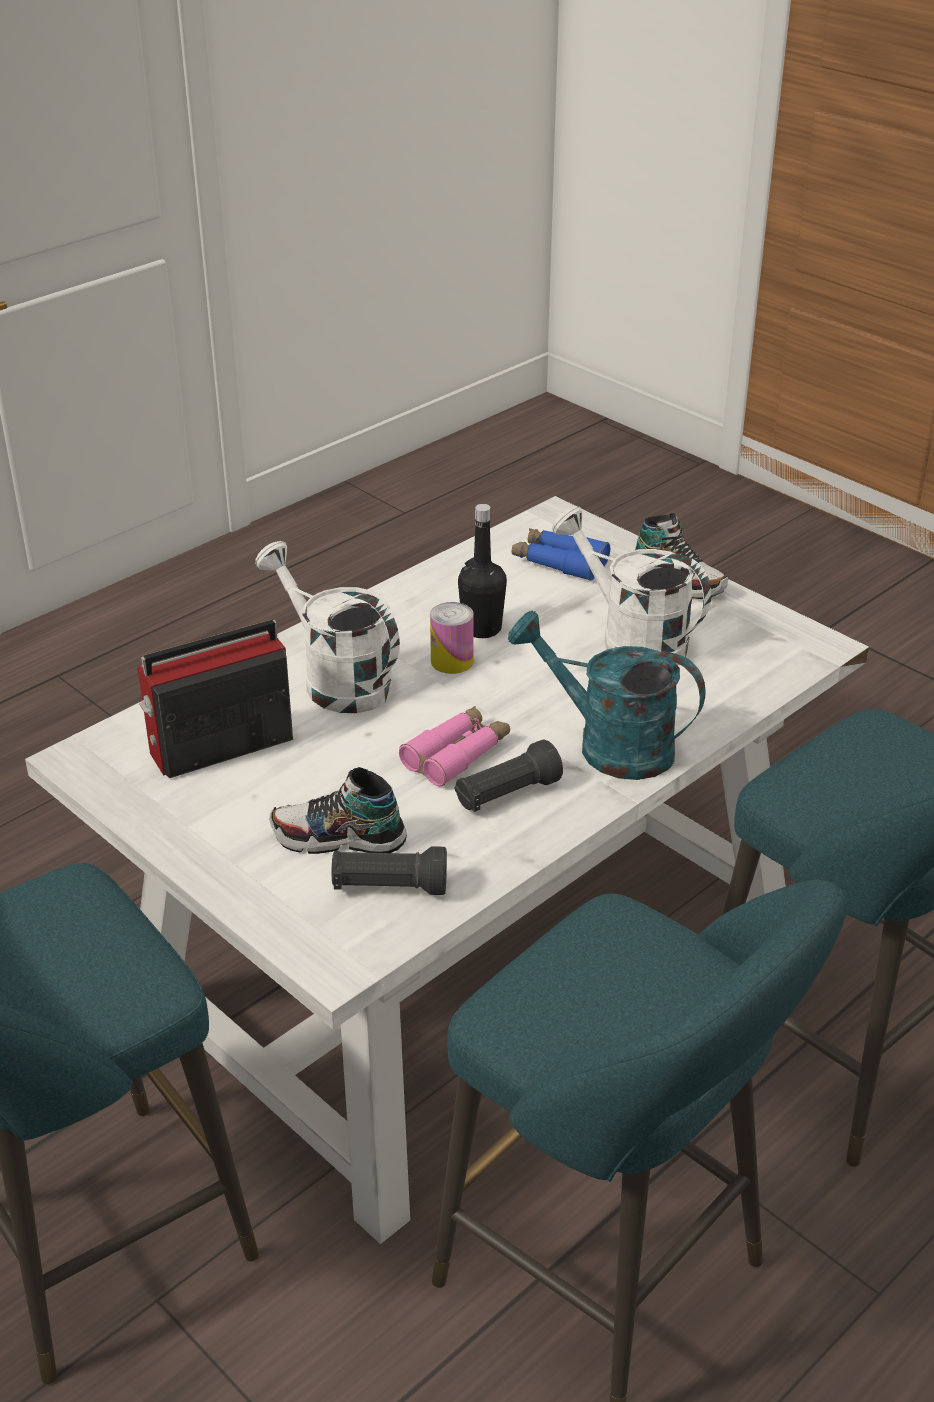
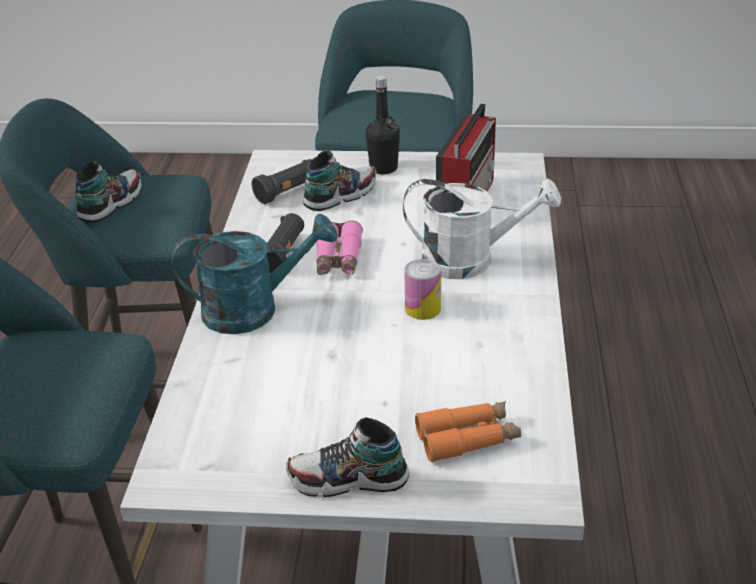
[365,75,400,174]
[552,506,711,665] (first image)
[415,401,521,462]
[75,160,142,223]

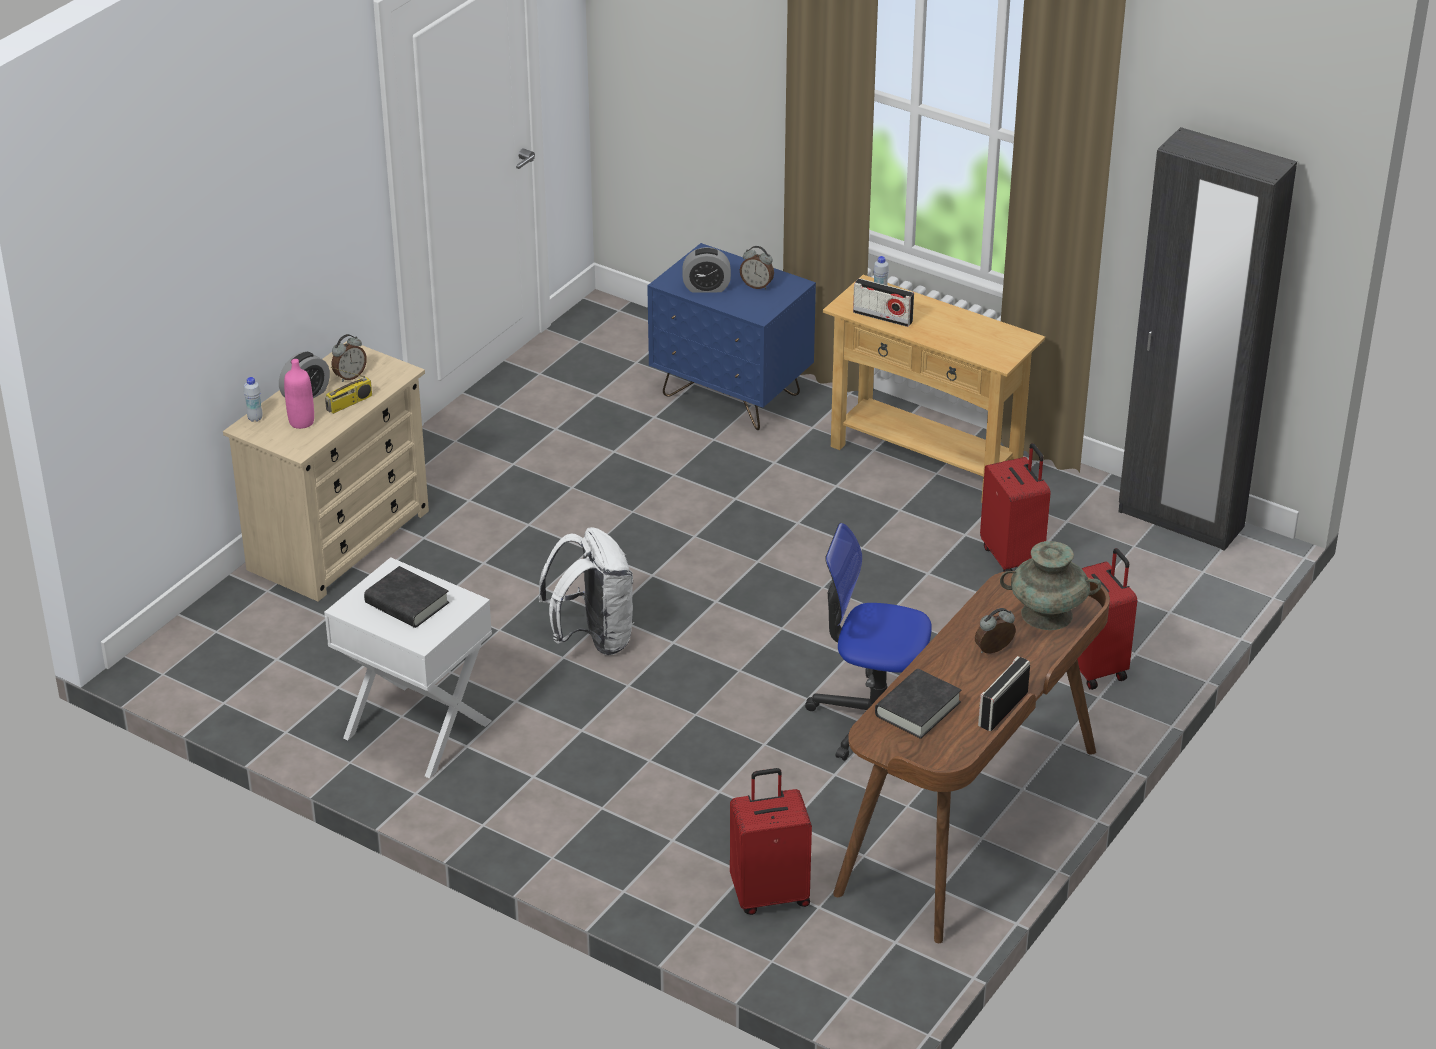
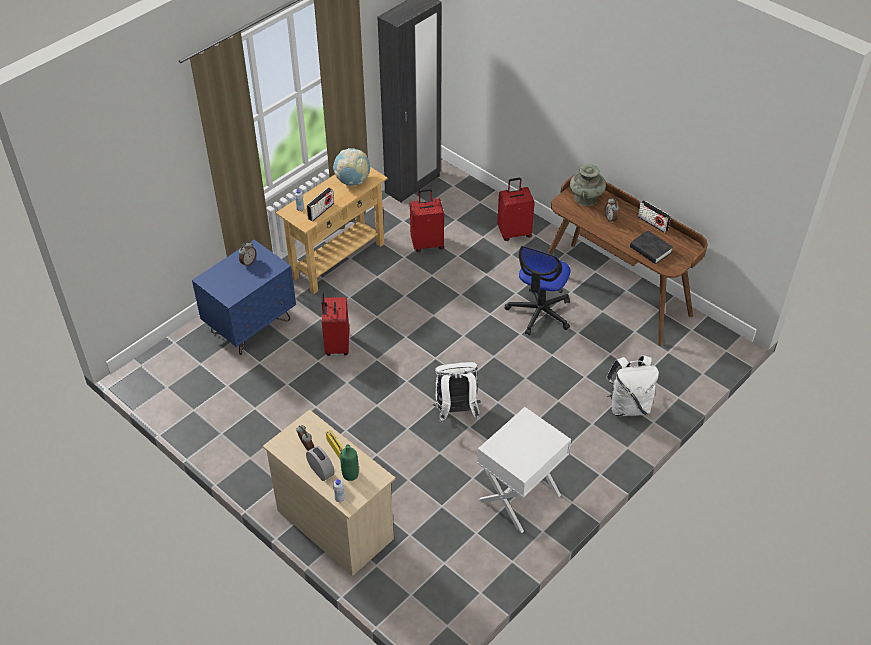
[682,247,731,293] (first image)
[340,445,359,481]
[364,566,449,628] (first image)
[321,293,349,356]
[333,148,370,186]
[606,355,659,417]

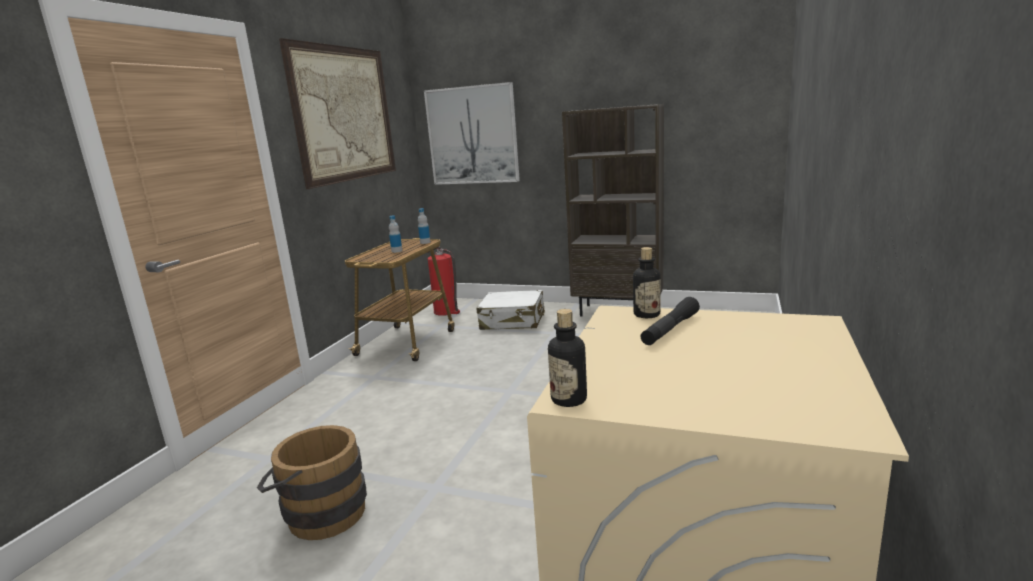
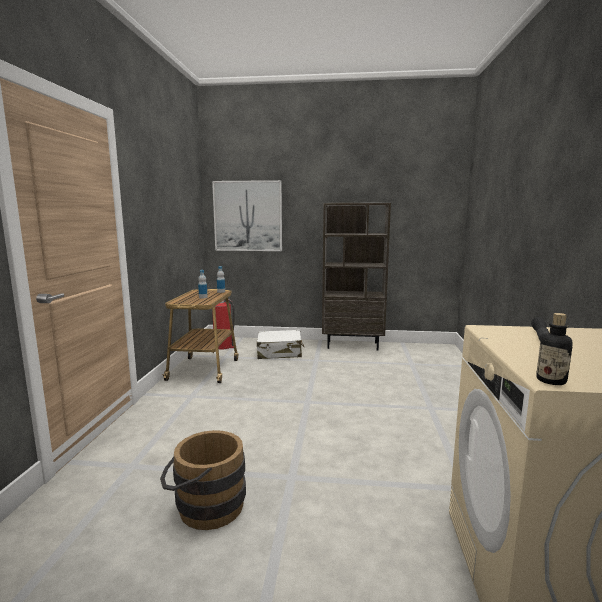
[279,38,396,189] (first image)
[633,247,660,318] (first image)

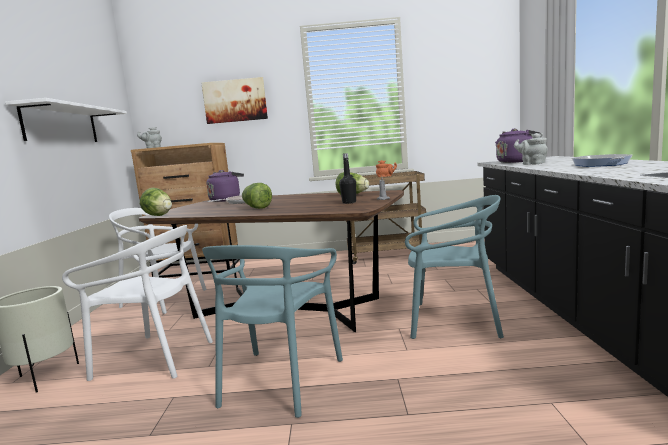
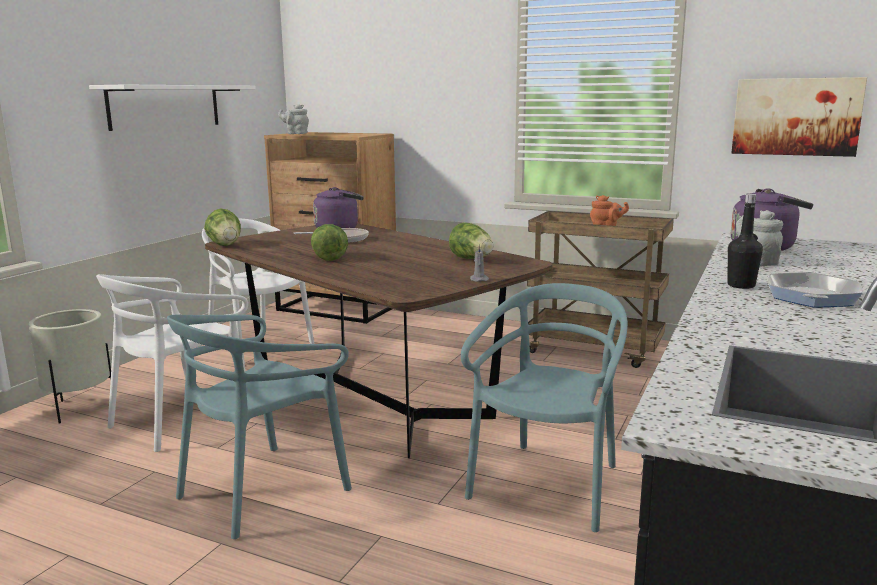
[731,77,867,157]
[727,194,763,289]
[461,283,628,532]
[96,274,248,452]

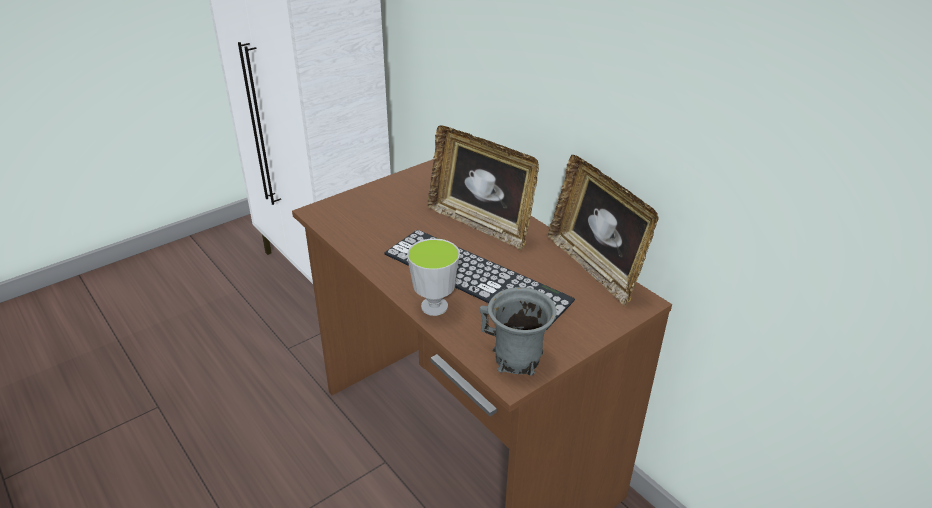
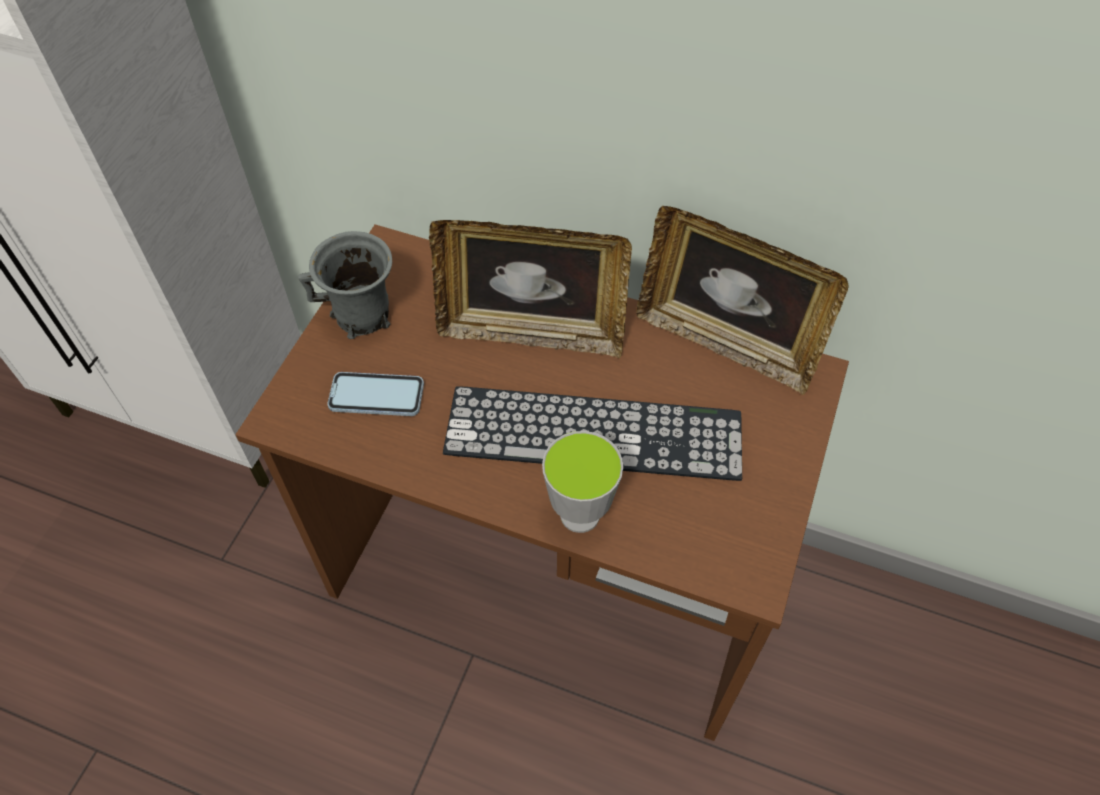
[298,231,392,339]
[327,372,424,416]

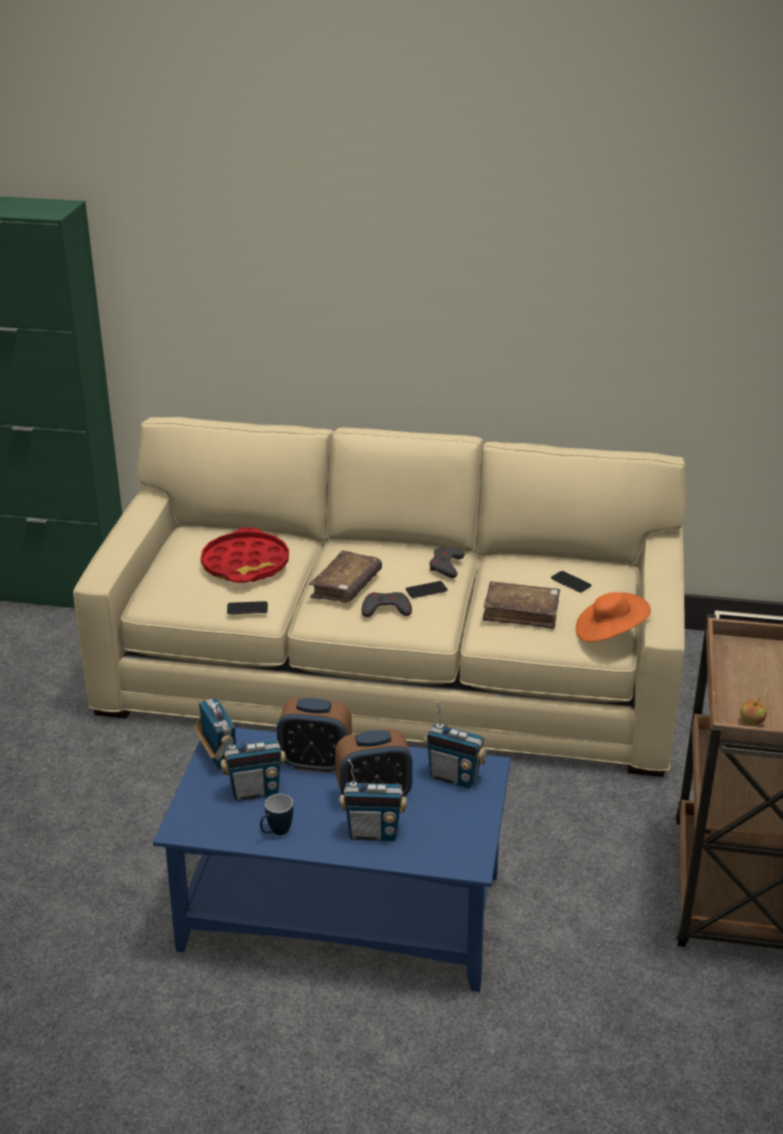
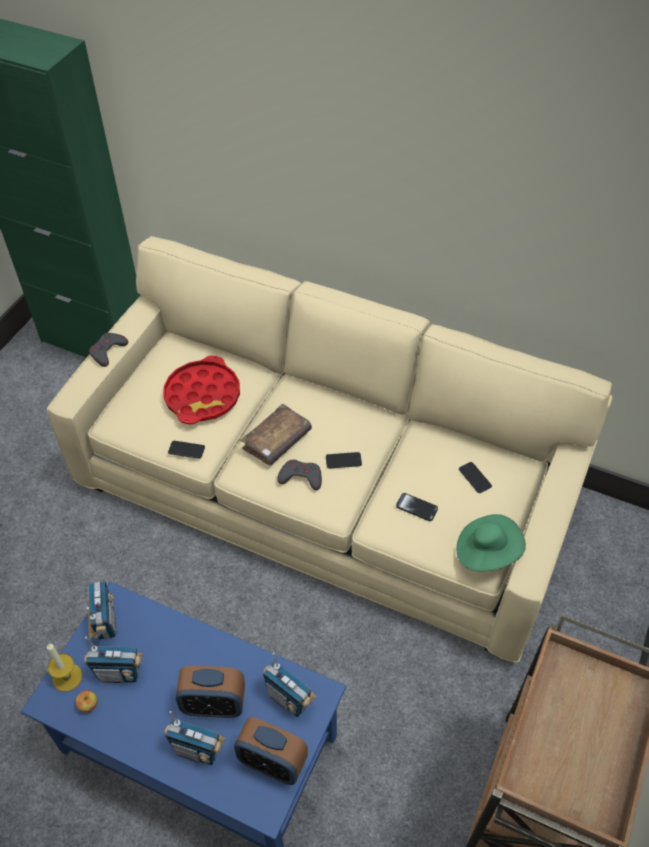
[89,333,128,367]
[396,493,438,521]
[456,514,526,571]
[234,717,308,785]
[76,690,98,713]
[260,794,293,835] (first image)
[47,643,82,692]

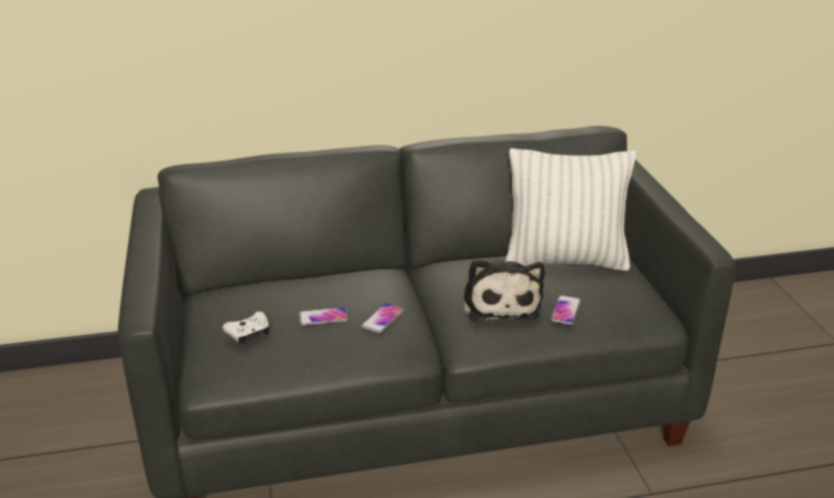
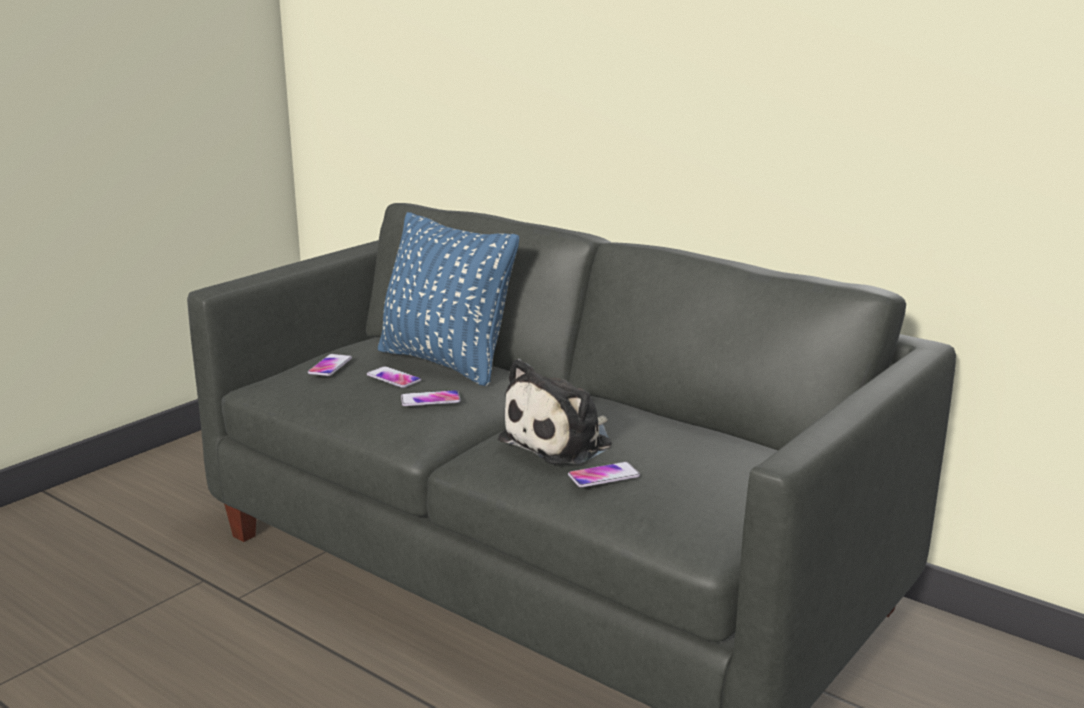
[505,148,636,271] (first image)
[308,354,352,376]
[378,212,519,386]

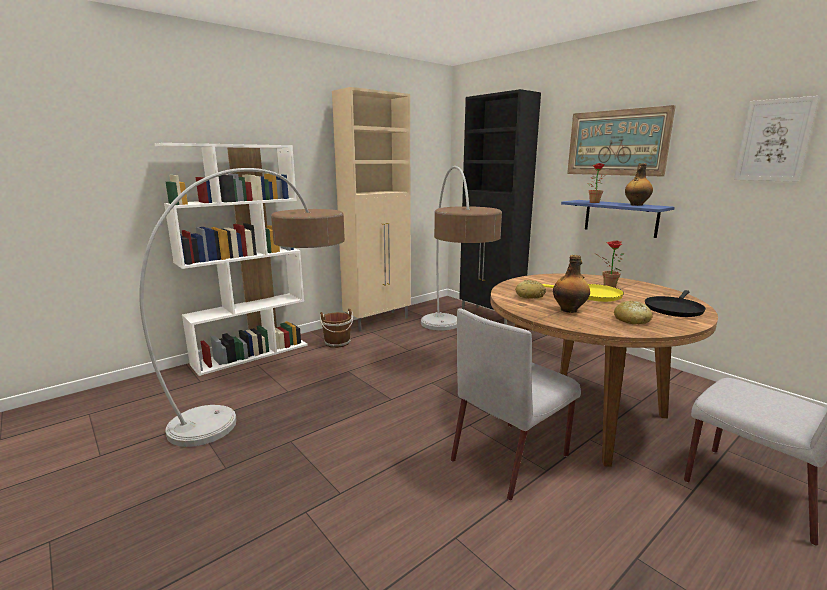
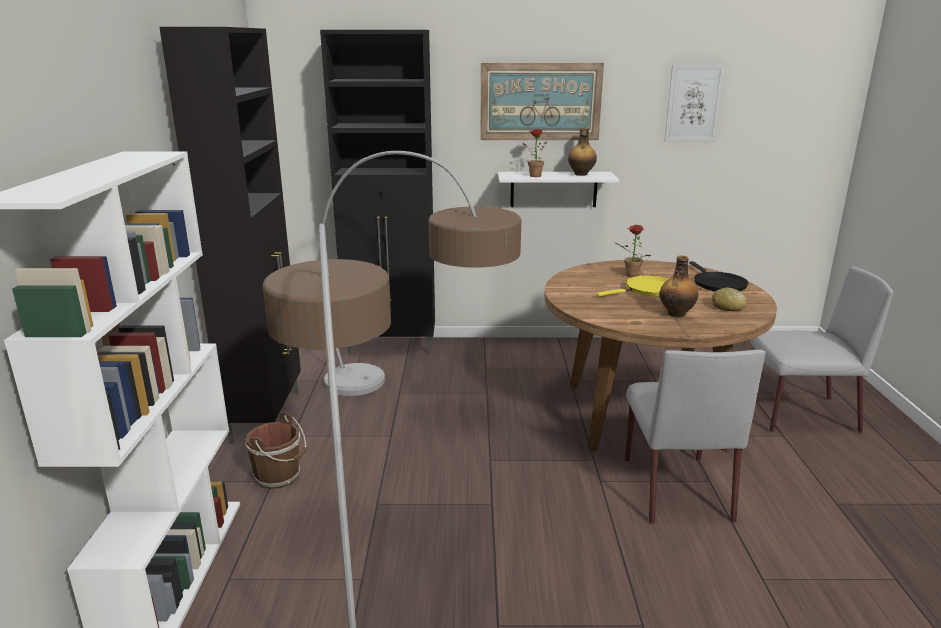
[159,27,301,444]
[498,172,619,207]
[515,280,546,299] (first image)

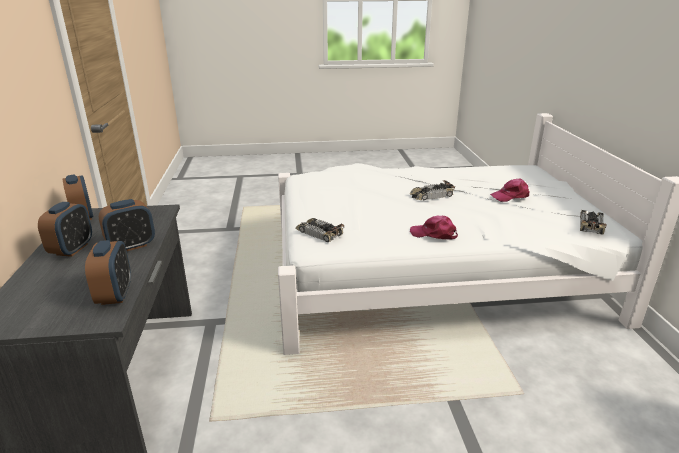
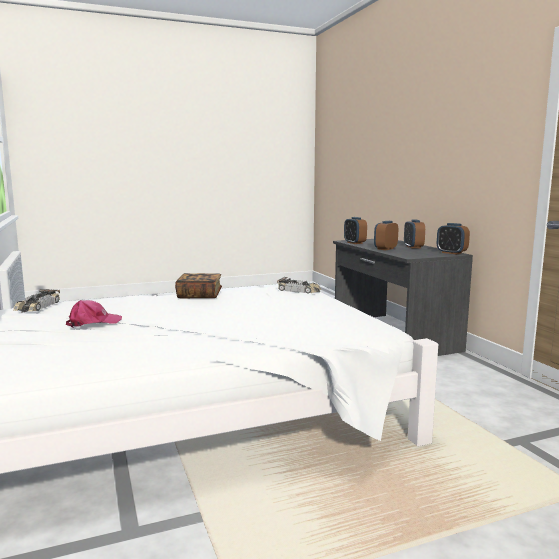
[409,180,455,200] (first image)
[175,273,222,299]

